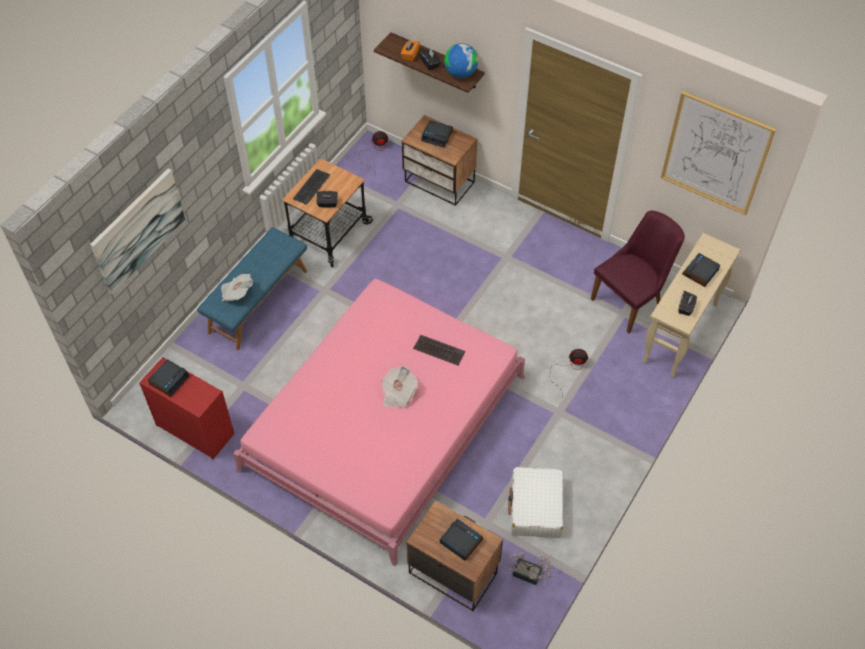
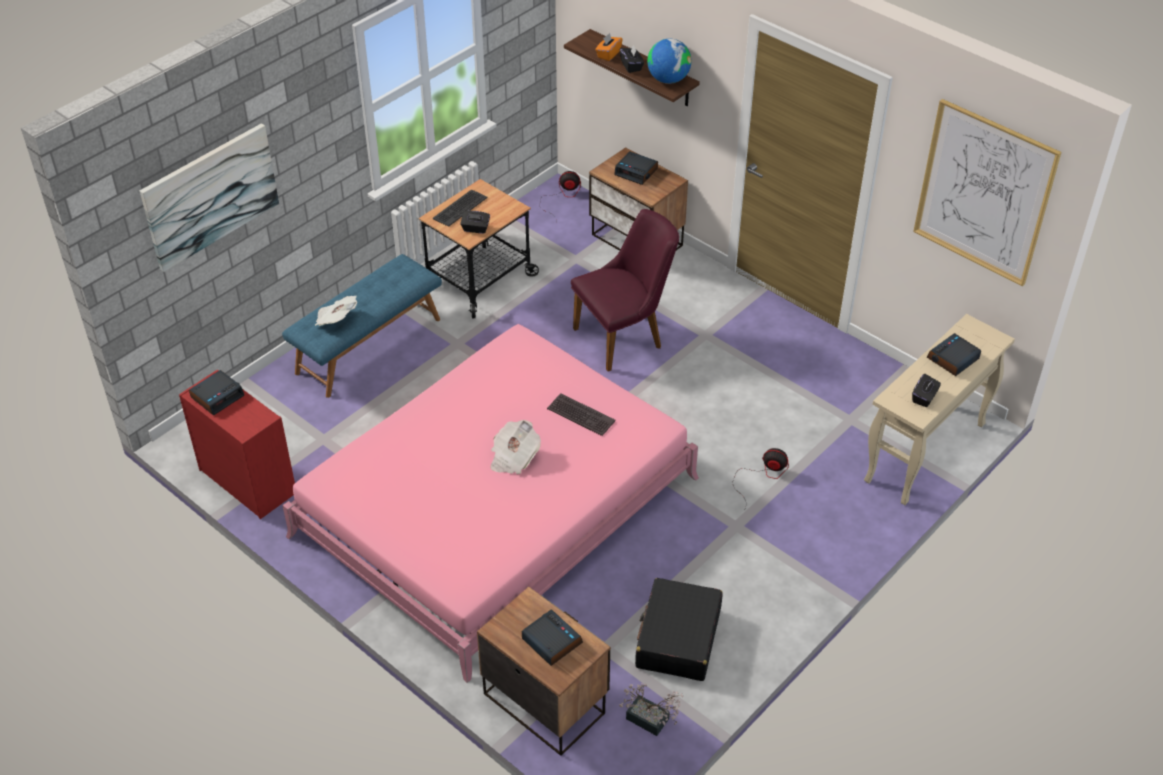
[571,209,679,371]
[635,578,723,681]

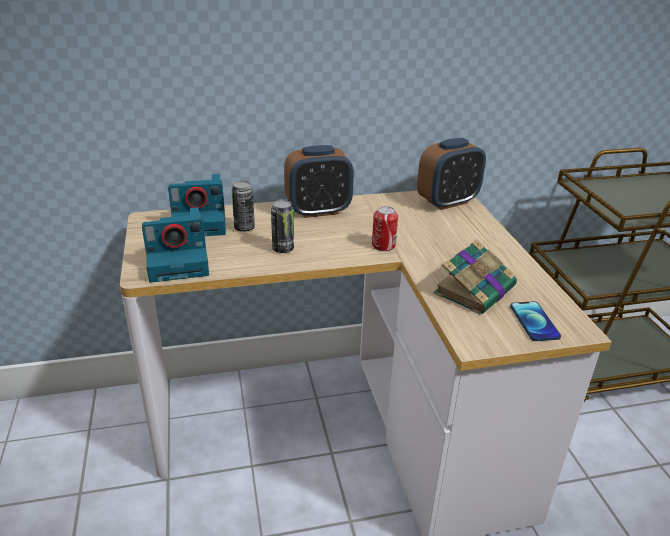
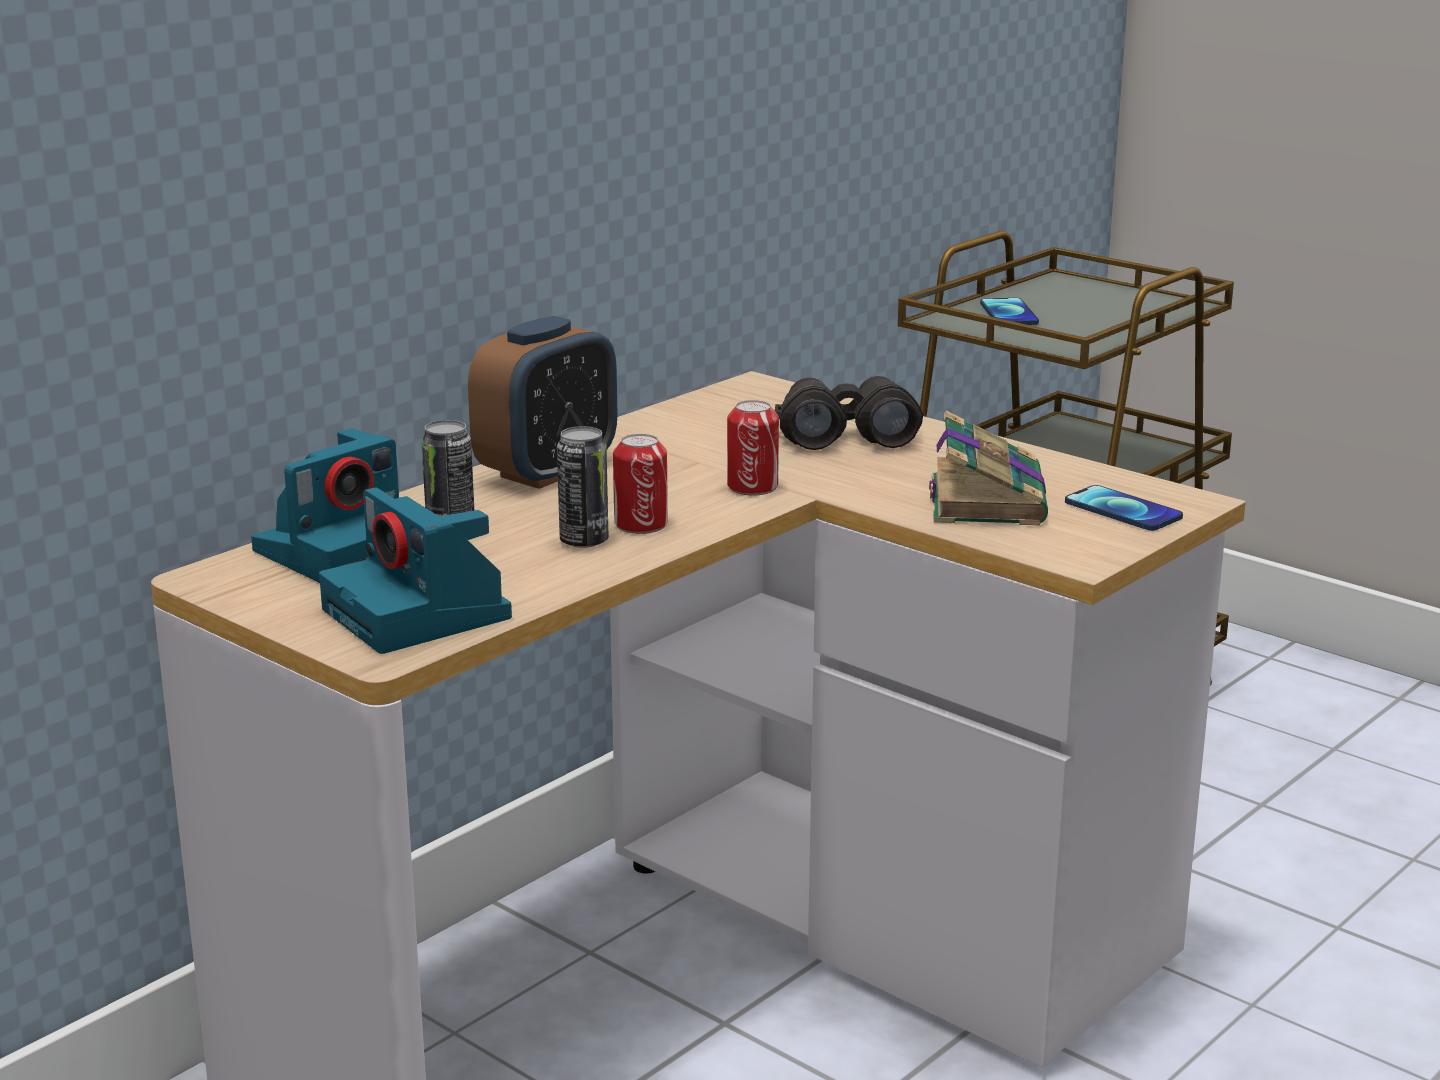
[417,138,486,210] (first image)
[319,488,512,654]
[980,298,1039,325]
[775,376,923,450]
[613,434,668,534]

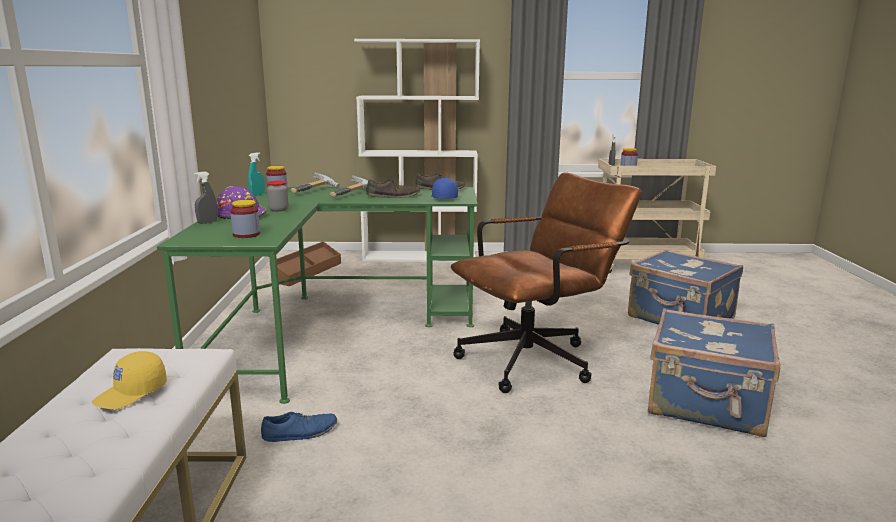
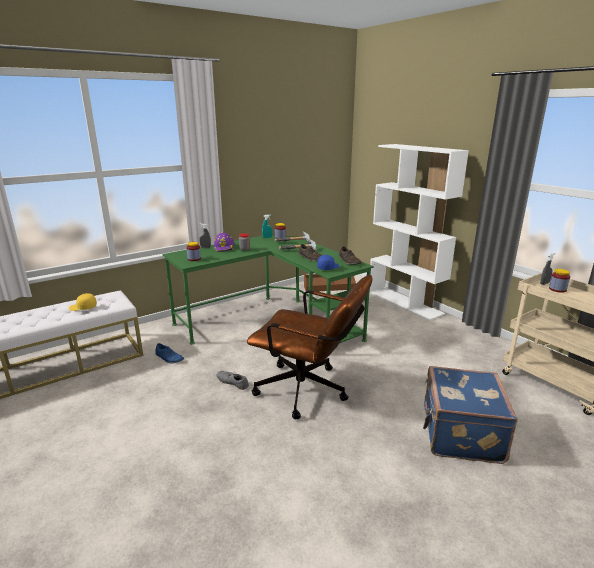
[648,308,780,437] (first image)
[216,371,249,390]

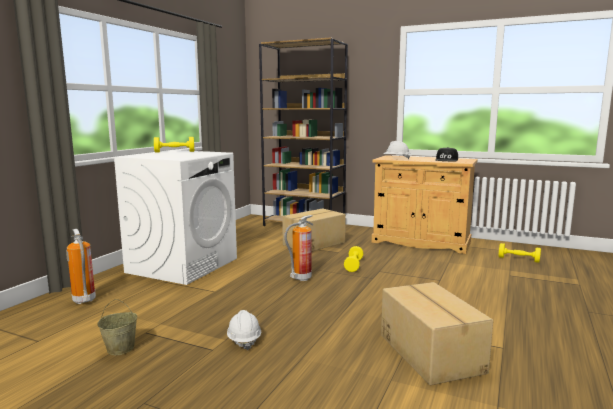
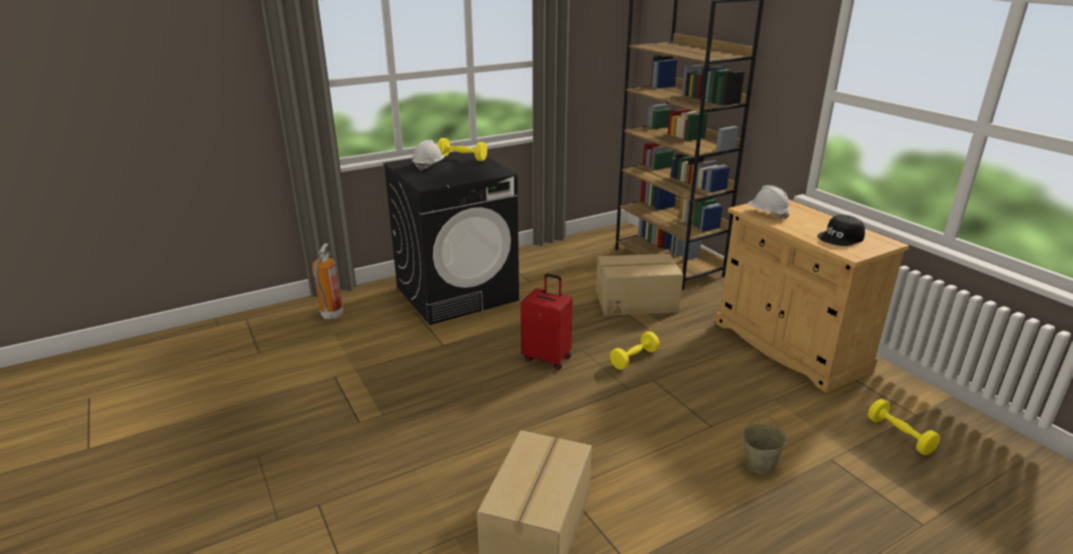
[383,152,519,325]
[521,273,573,370]
[743,416,787,475]
[412,140,445,171]

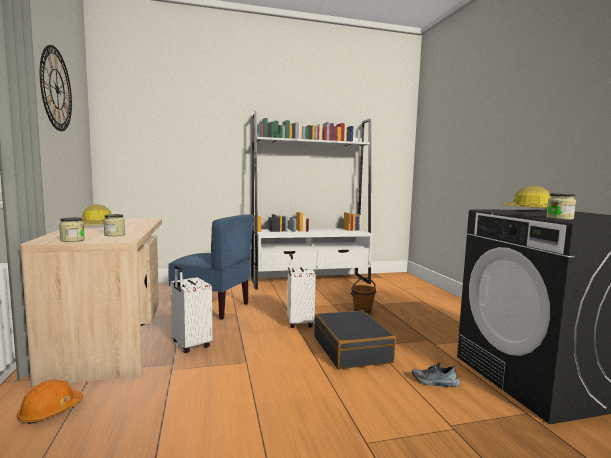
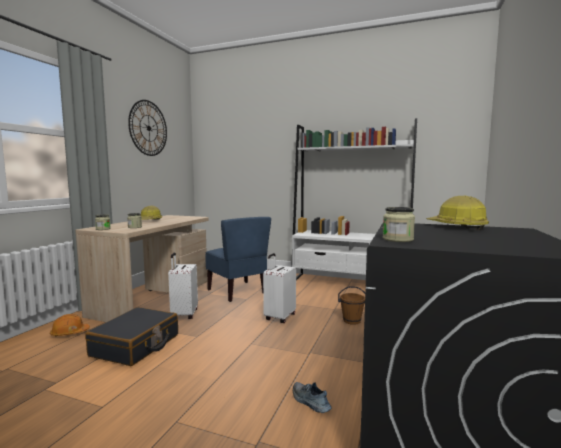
[85,307,178,366]

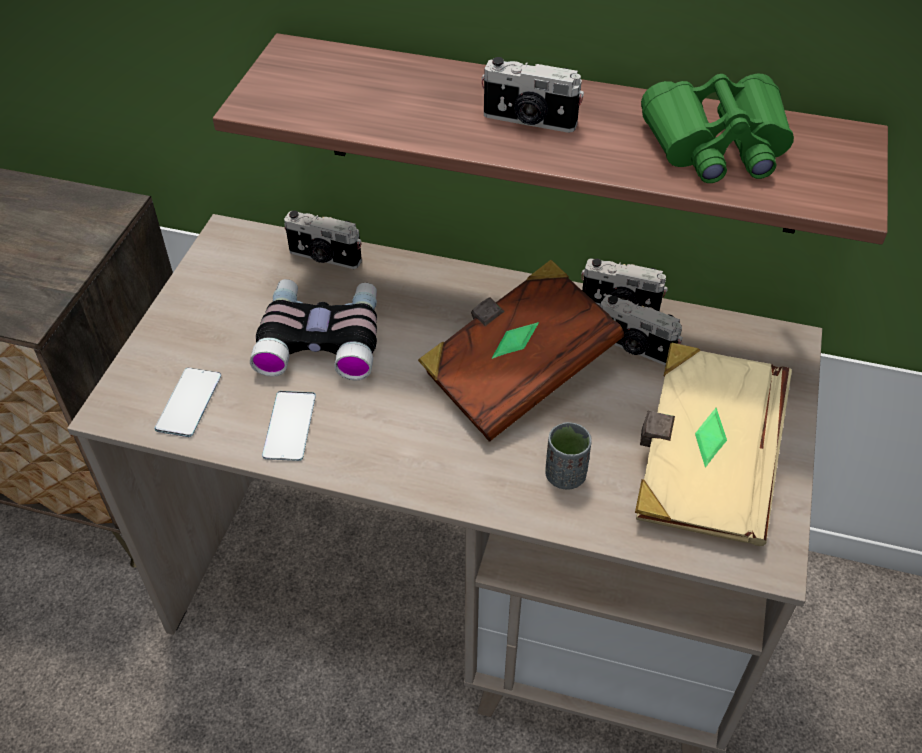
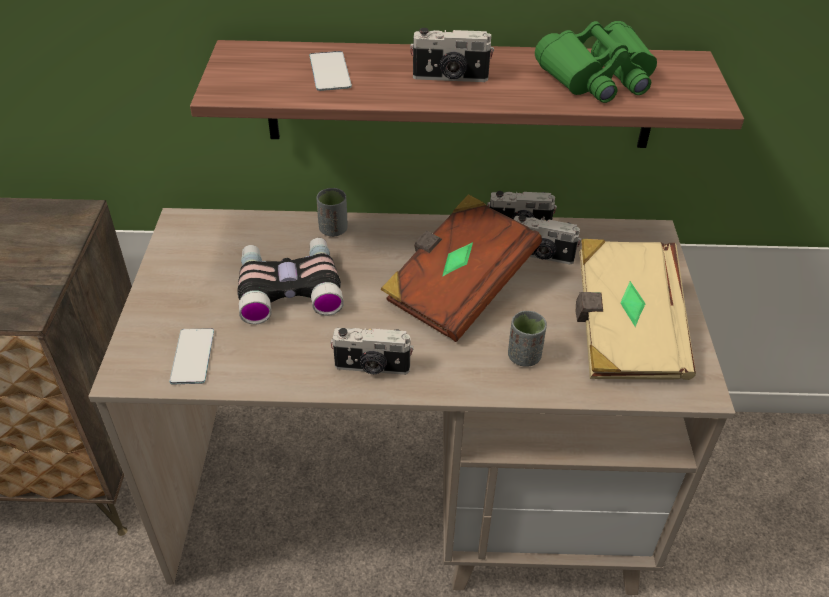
[331,328,414,375]
[309,51,352,91]
[316,188,348,237]

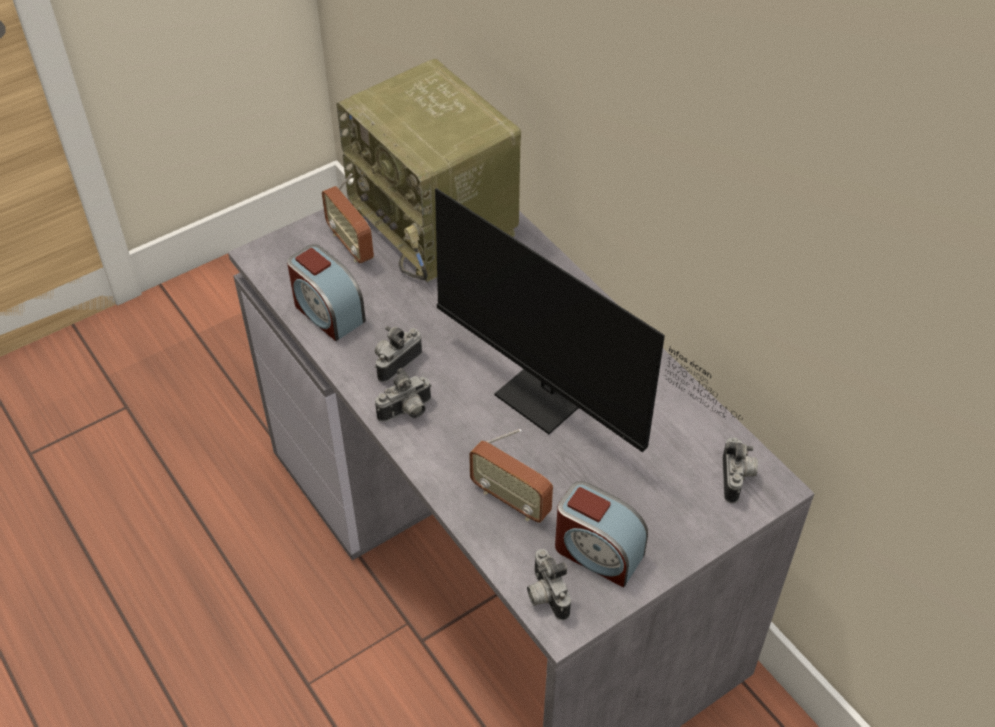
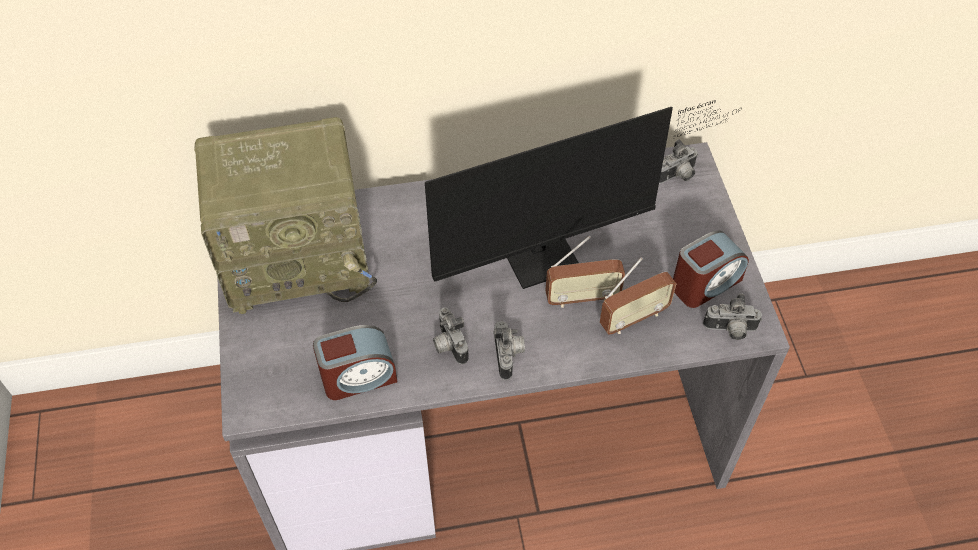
[545,236,625,308]
[659,139,698,184]

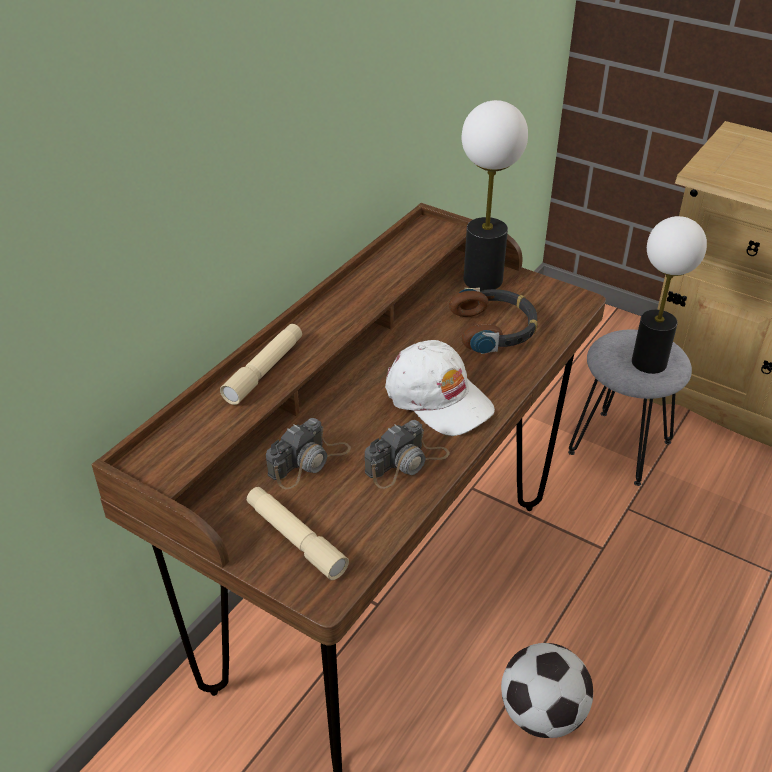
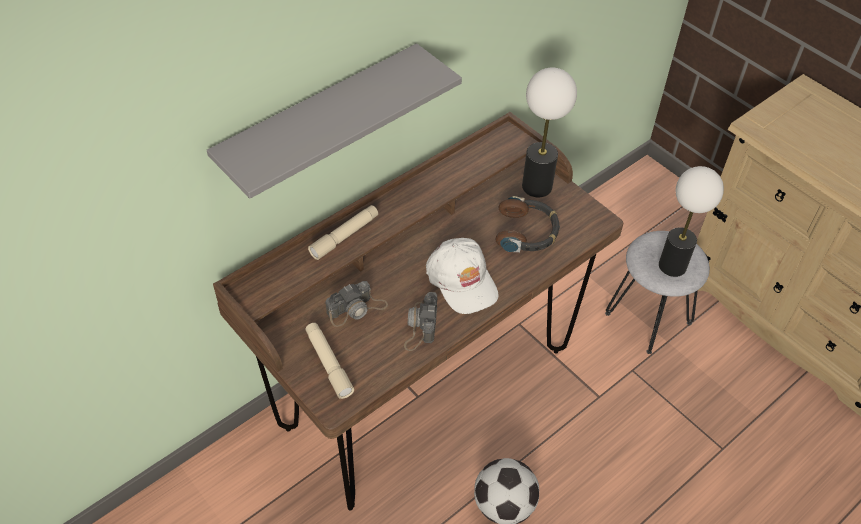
[404,292,438,351]
[207,43,462,199]

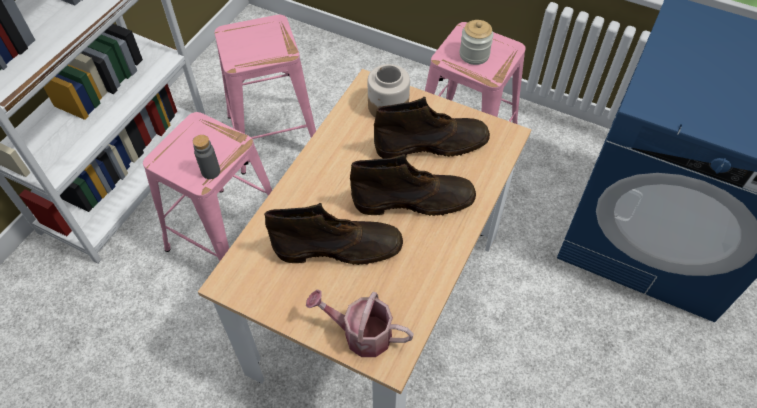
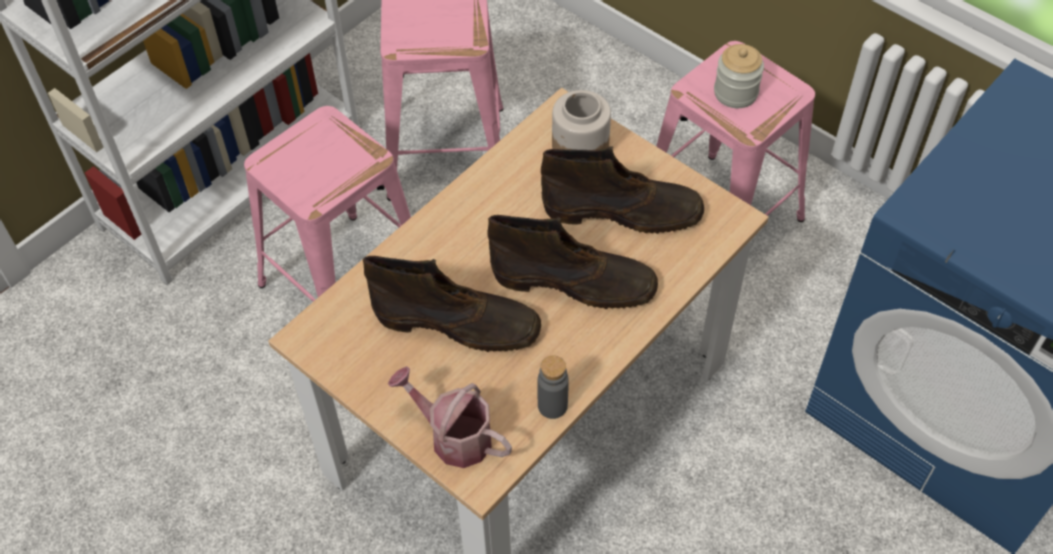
[538,355,569,419]

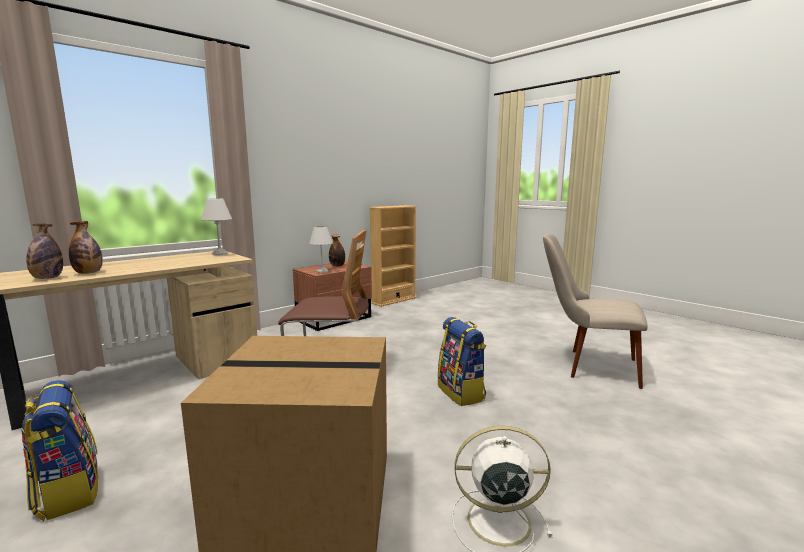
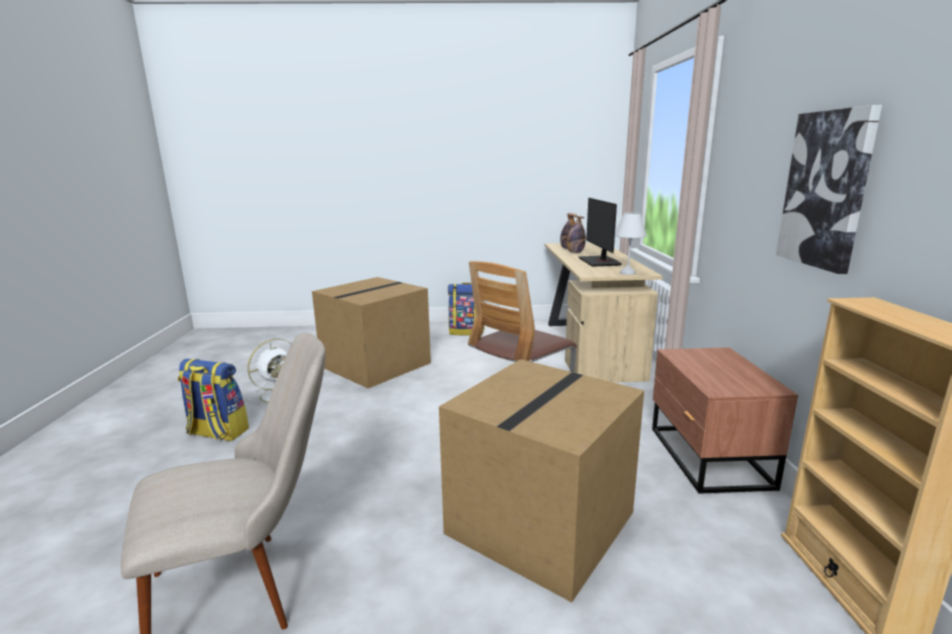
[309,226,333,273] (first image)
[329,234,345,267] (first image)
[178,359,249,441]
[776,105,882,274]
[578,198,622,267]
[439,359,644,602]

